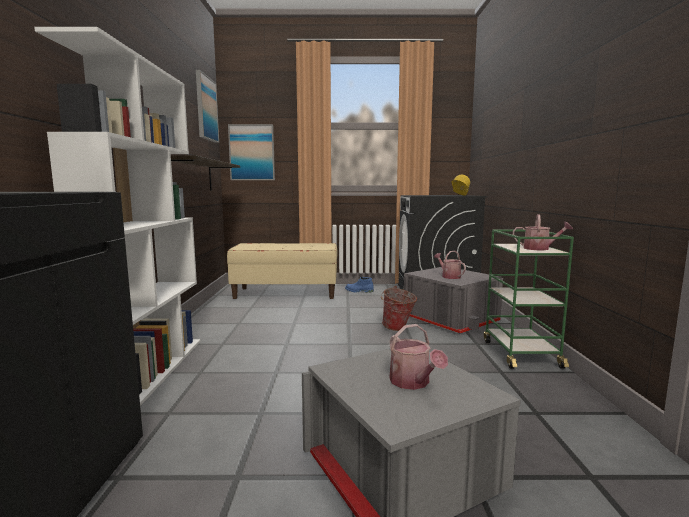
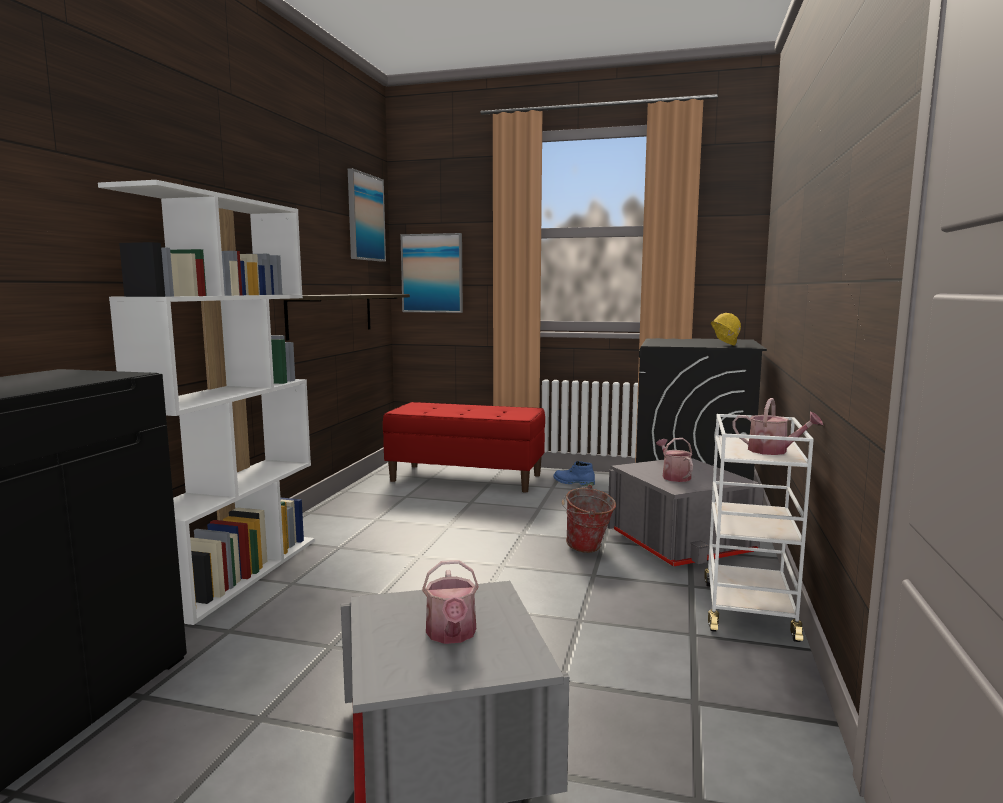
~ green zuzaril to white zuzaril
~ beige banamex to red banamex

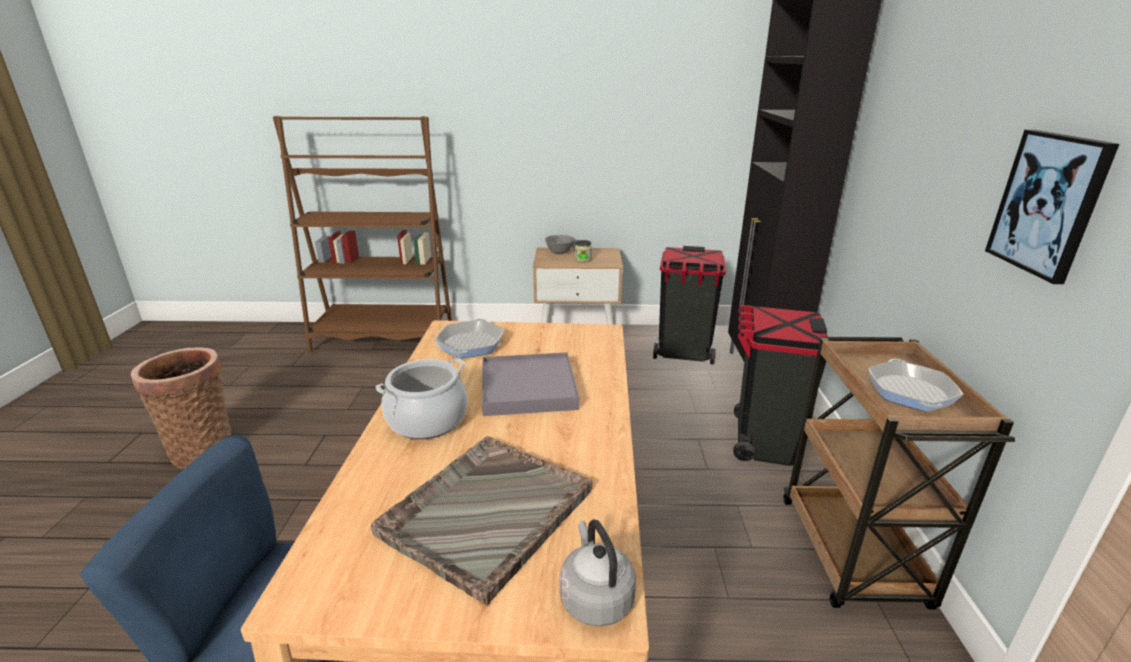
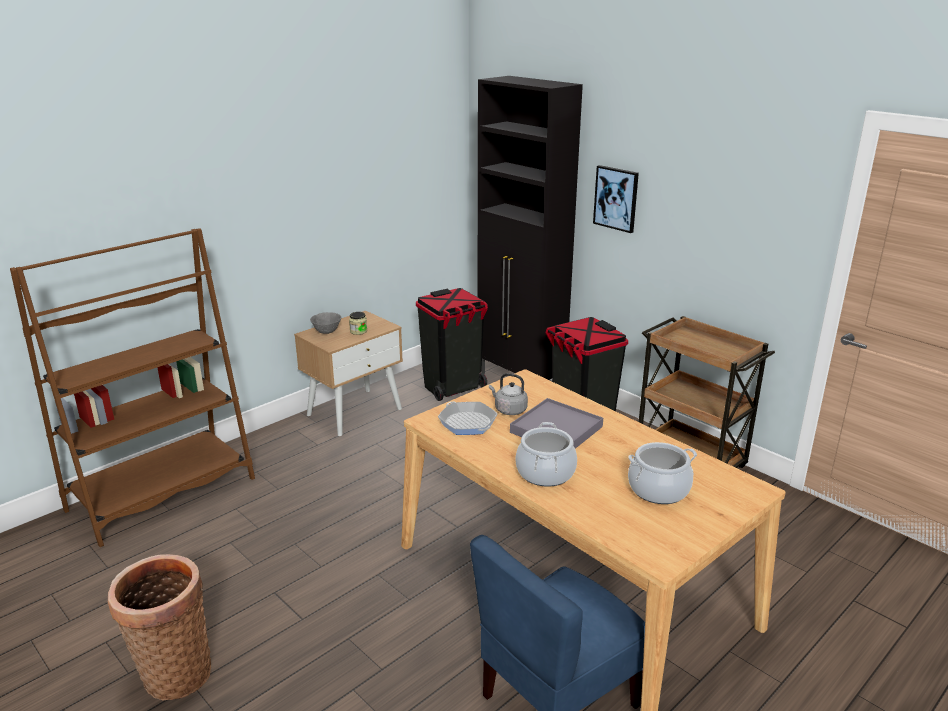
~ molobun
- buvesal (2nd from left)
~ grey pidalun (1st from left) to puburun (2nd from left)
~ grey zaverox

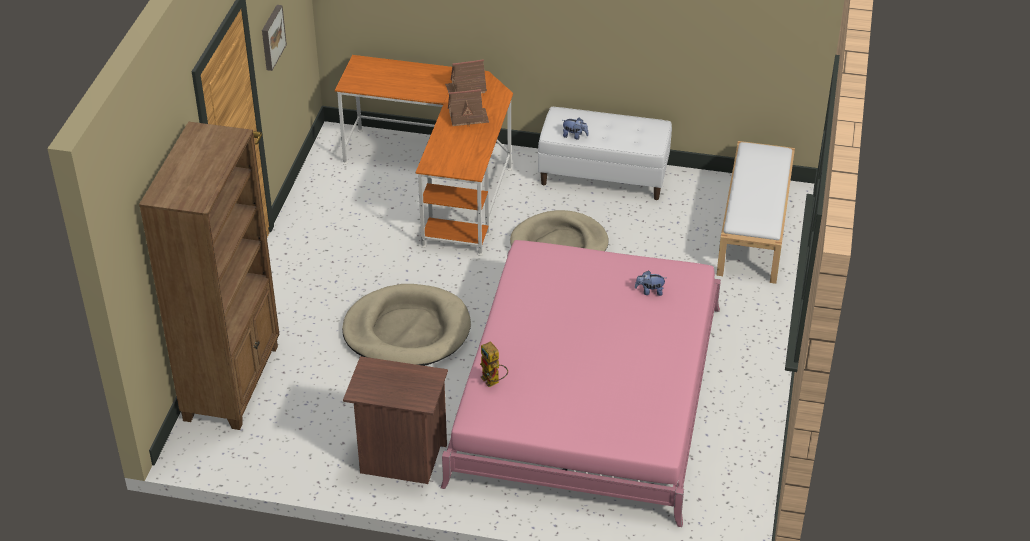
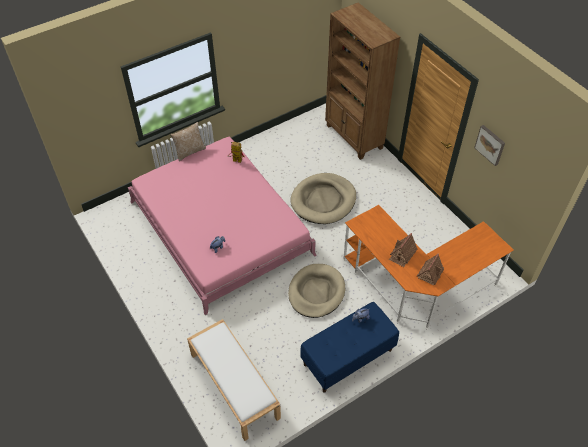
~ white banamex (1st from left) to blue banamex
- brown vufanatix
+ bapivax

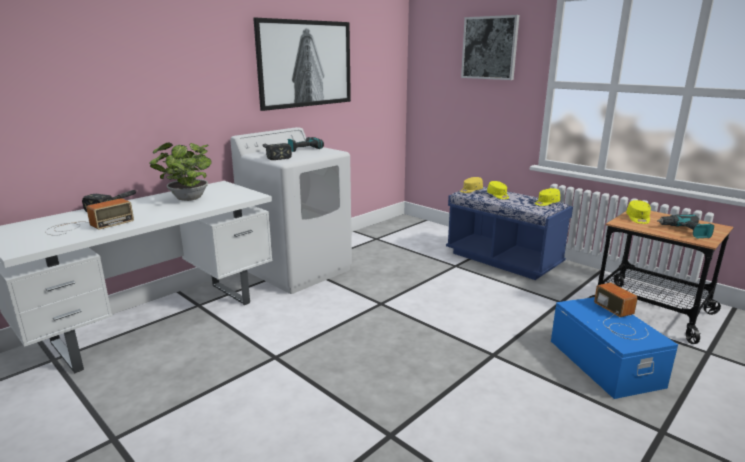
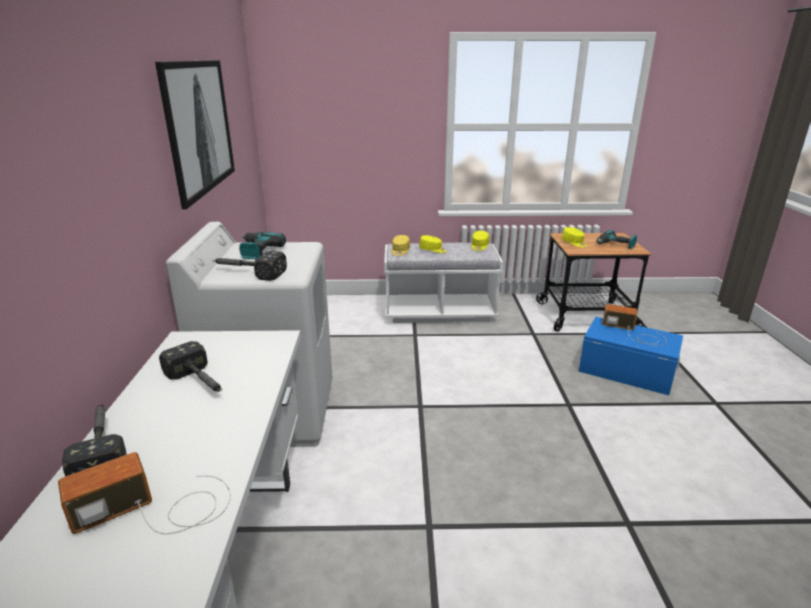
- molobun (2nd from left)
~ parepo to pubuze (2nd from left)
~ blue banamex to white banamex
~ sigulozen (1st from left) 120 degrees counterclockwise

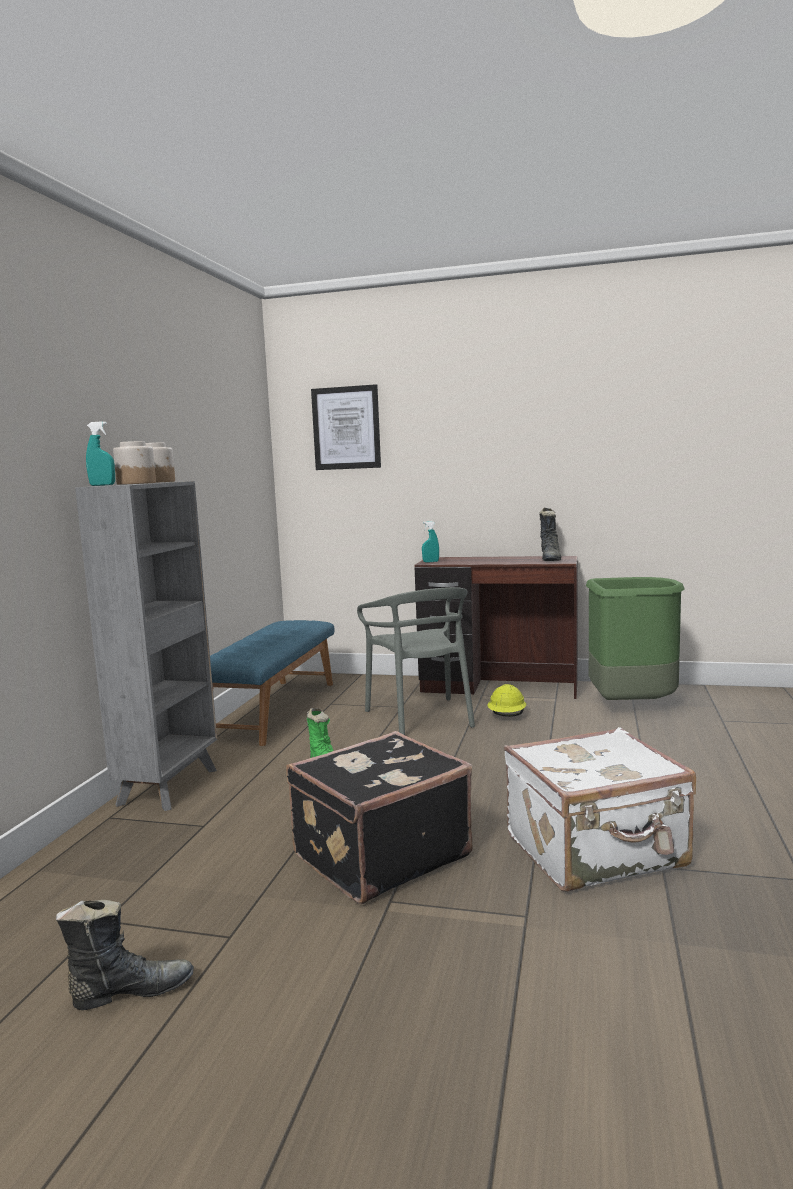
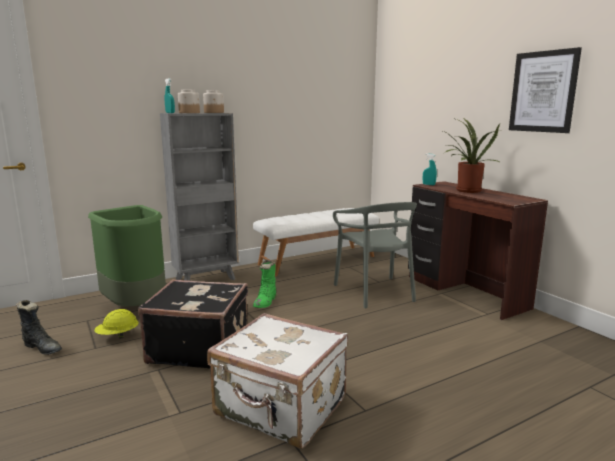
~ molobun
- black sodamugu (2nd from left)
~ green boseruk
~ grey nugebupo 45 degrees counterclockwise
~ blue banamex to white banamex
~ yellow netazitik
+ parepo

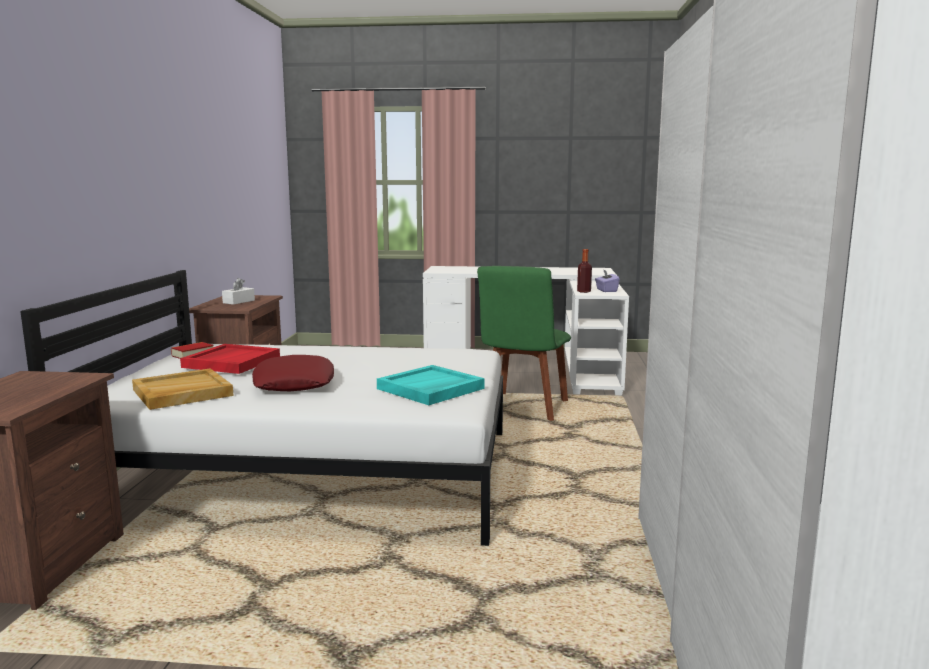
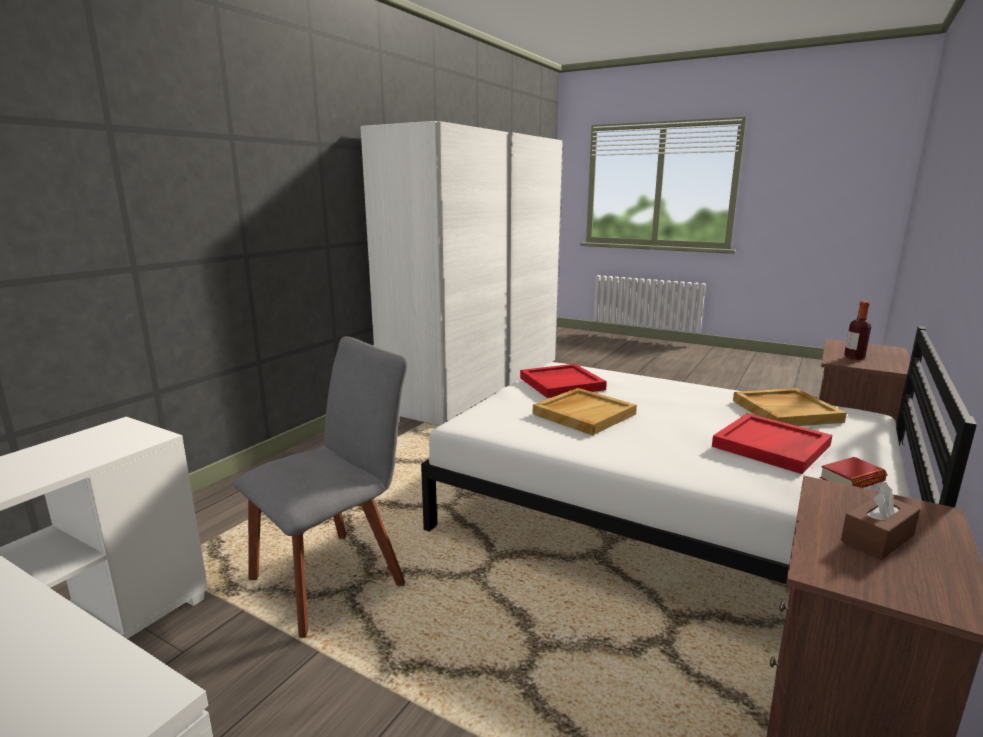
~ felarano
~ green nugebupo to grey nugebupo
- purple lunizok
~ white lunizok to brown lunizok
- red bapivax
~ turquoise pidalun to red pidalun (1st from left)
+ beige pidalun (1st from left)

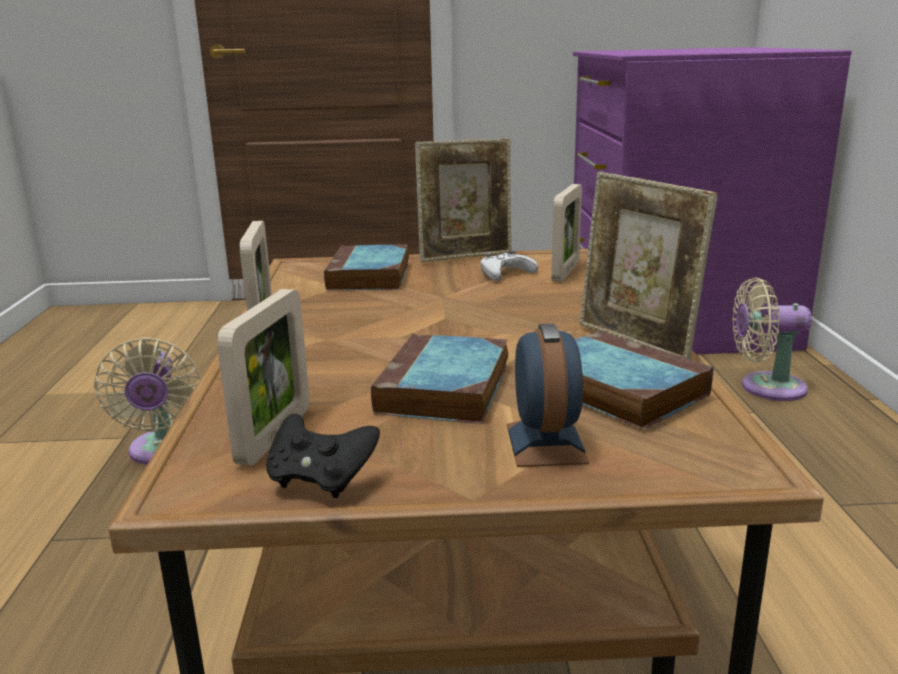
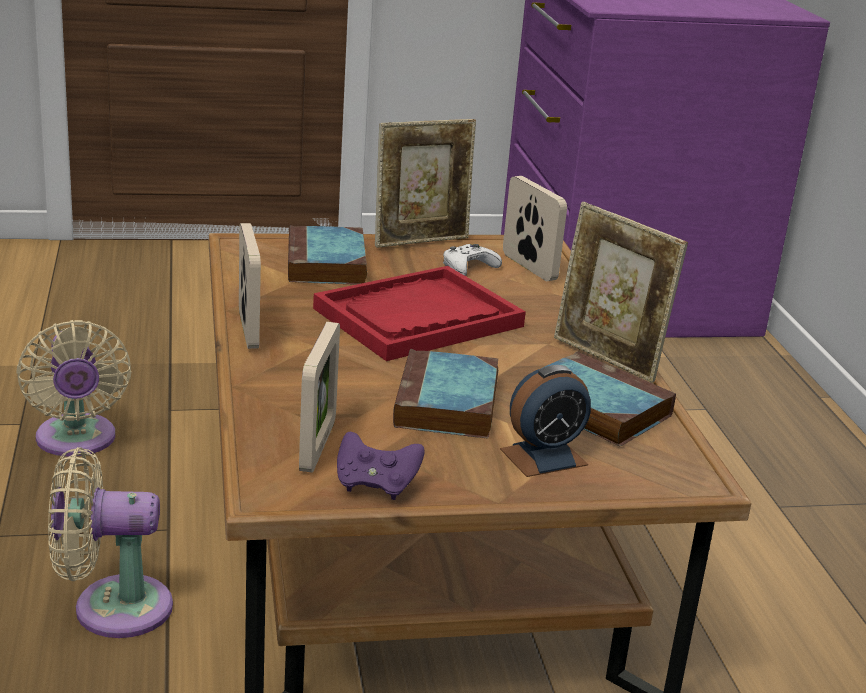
~ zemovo (4th from left) 45 degrees counterclockwise
~ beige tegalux (2nd from left)
~ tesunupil 75 degrees clockwise
~ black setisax to purple setisax
+ red pidalun

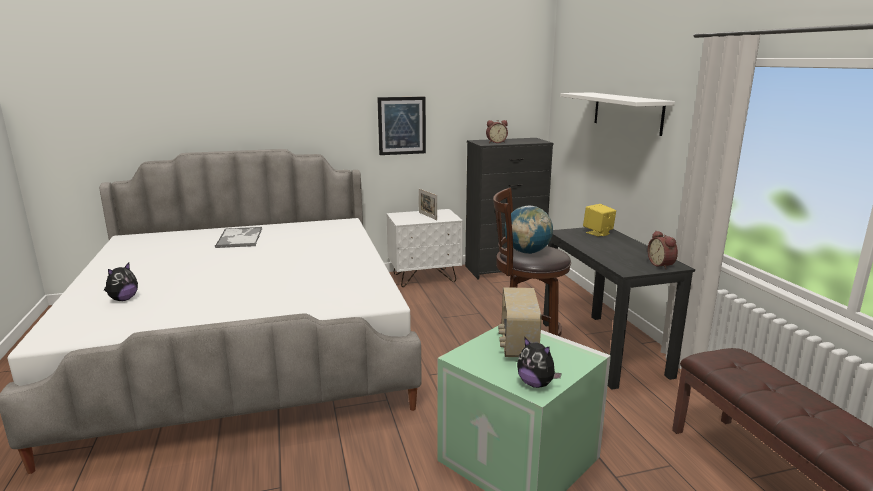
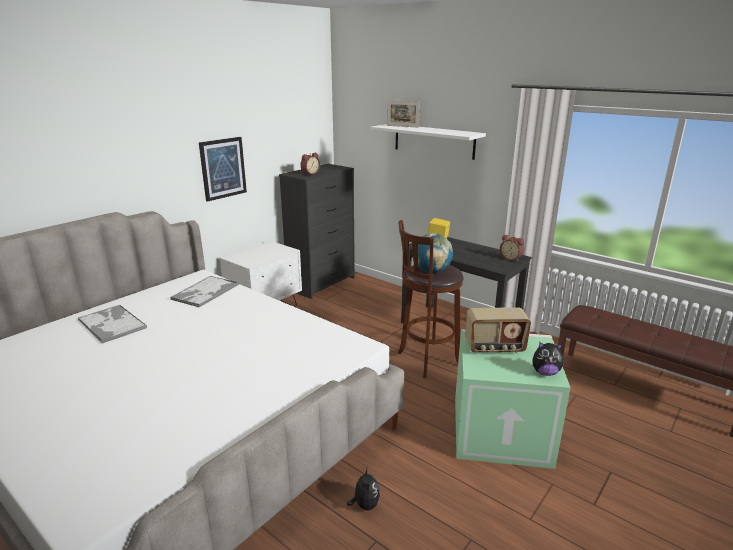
~ zemovo
~ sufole (1st from left)
~ sigulozen 60 degrees counterclockwise
+ pidalun (2nd from left)

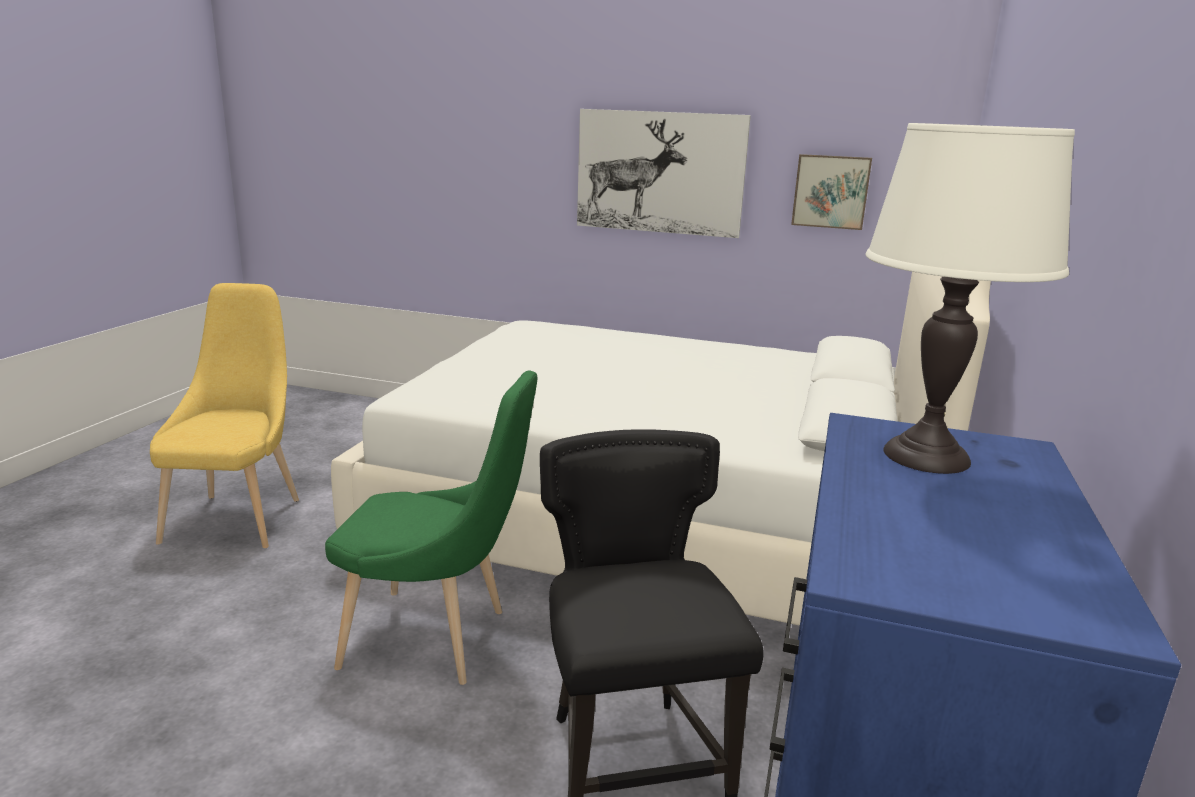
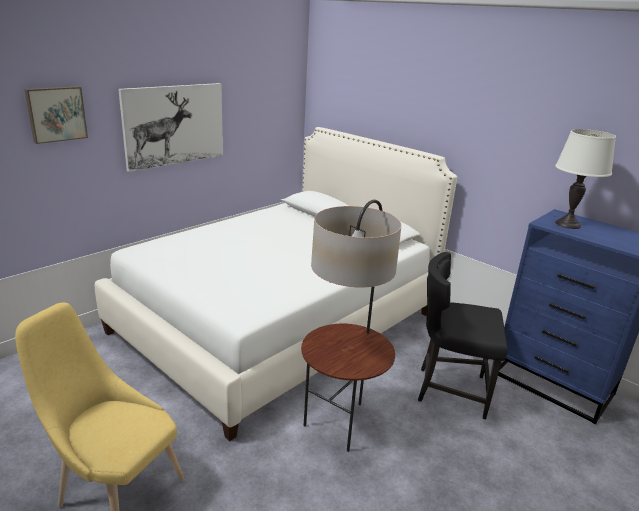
~ molobun (2nd from left in the first image) to molobun (1st from left)
~ green nugebupo to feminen

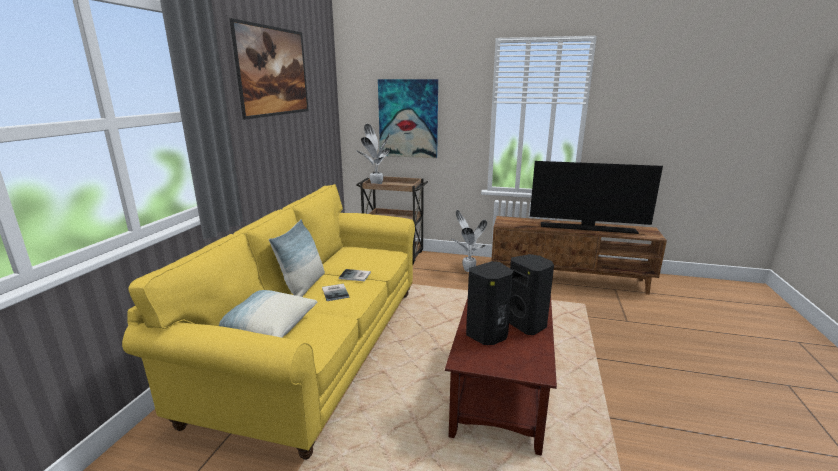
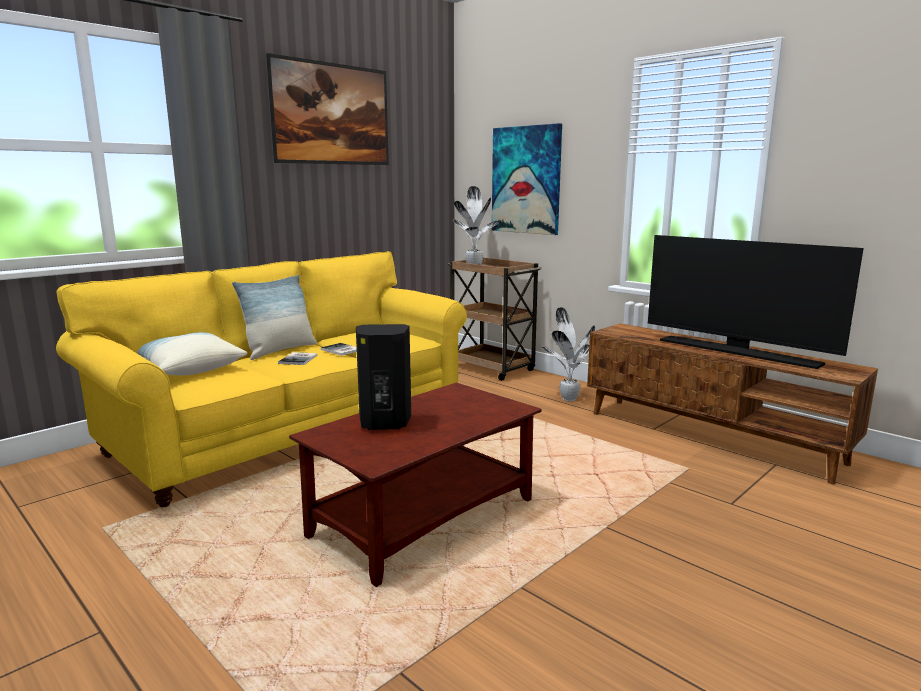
- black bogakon (2nd from left)

